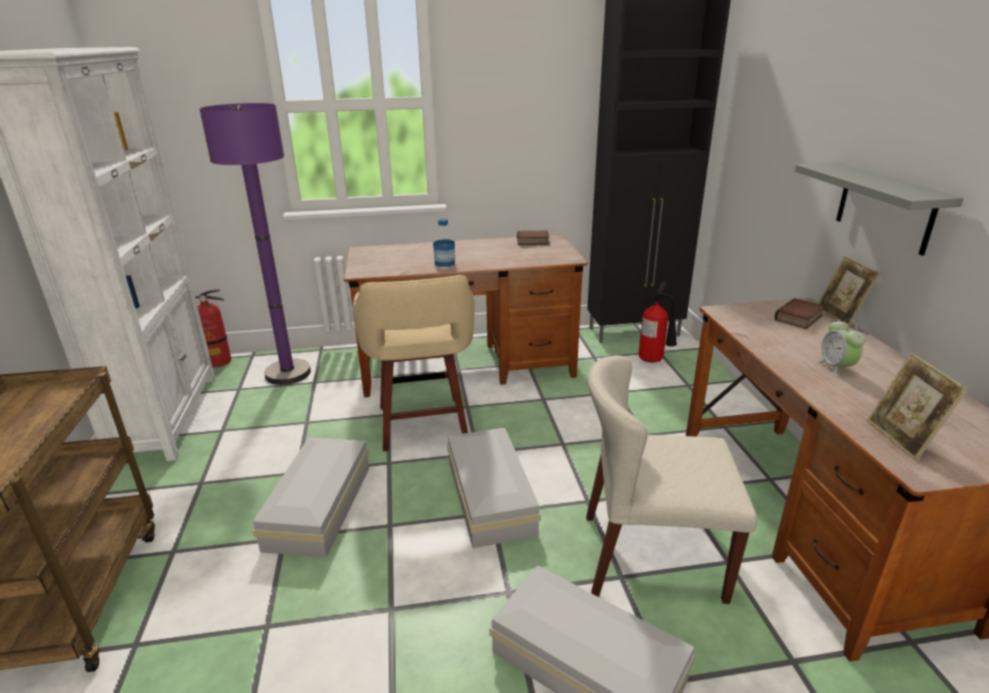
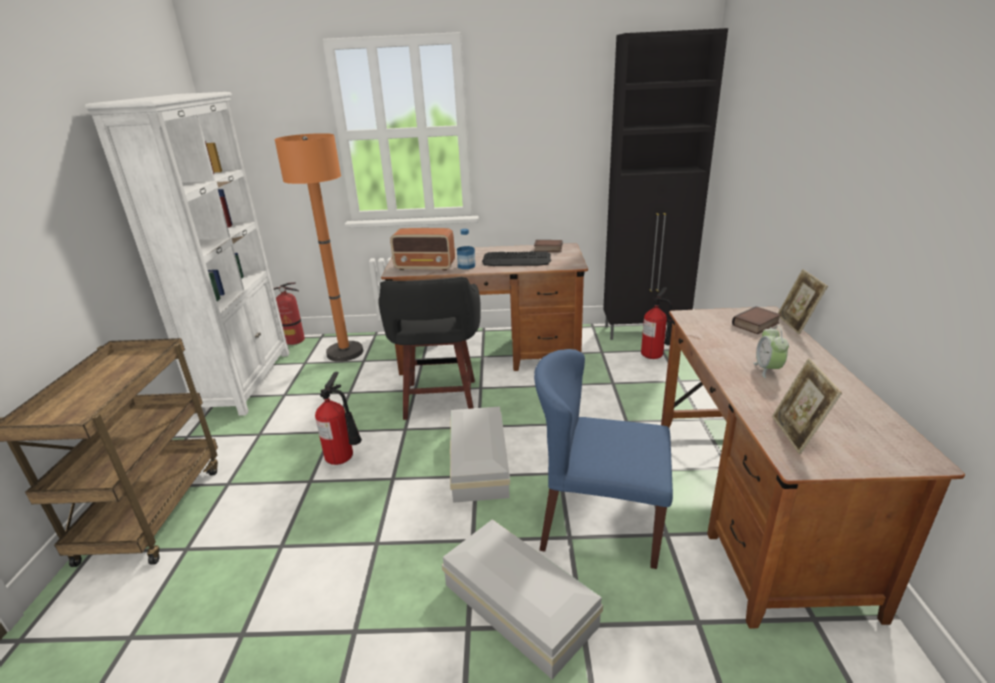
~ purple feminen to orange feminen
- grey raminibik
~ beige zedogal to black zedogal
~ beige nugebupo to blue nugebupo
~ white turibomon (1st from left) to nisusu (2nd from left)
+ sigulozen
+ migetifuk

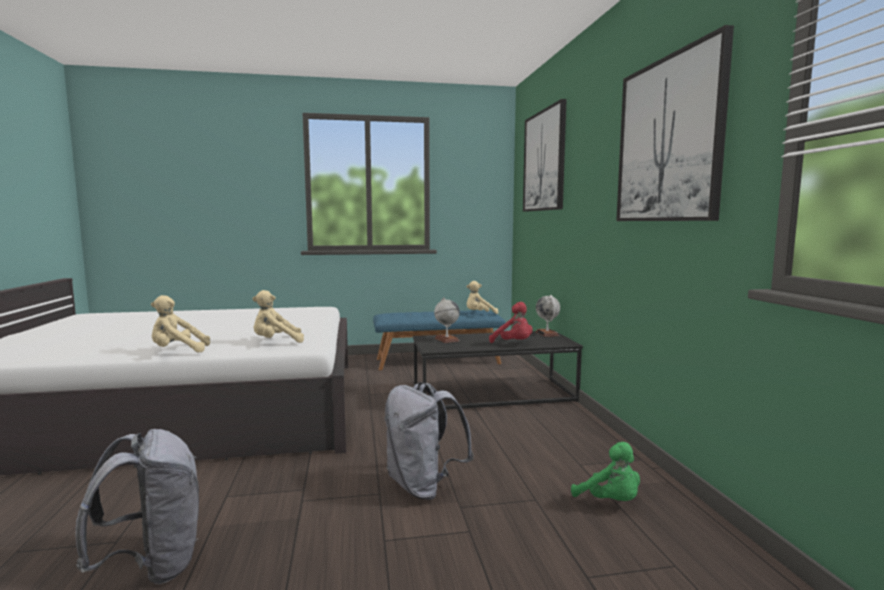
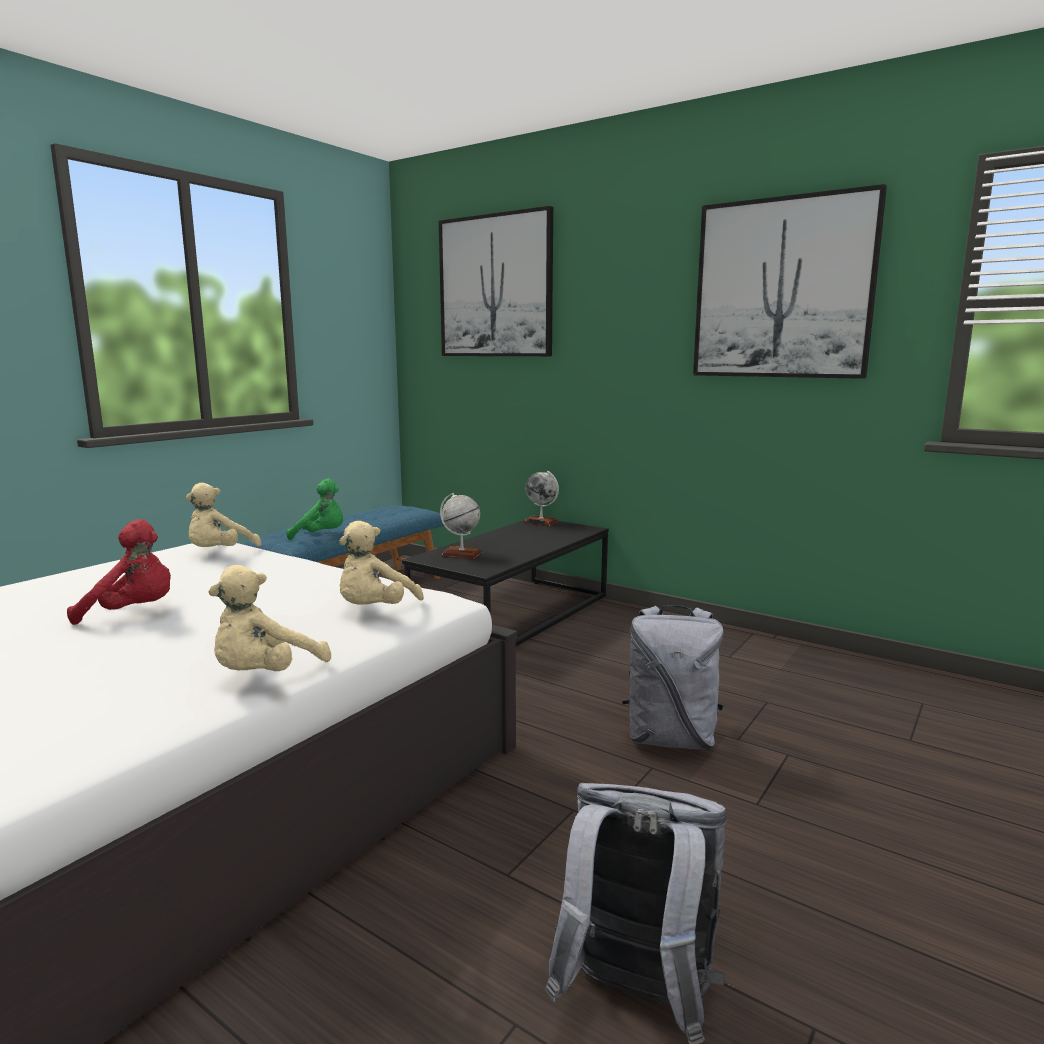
~ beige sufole (3rd from left in the first image) to beige sufole (1st from left)
~ red sufole
~ green sufole

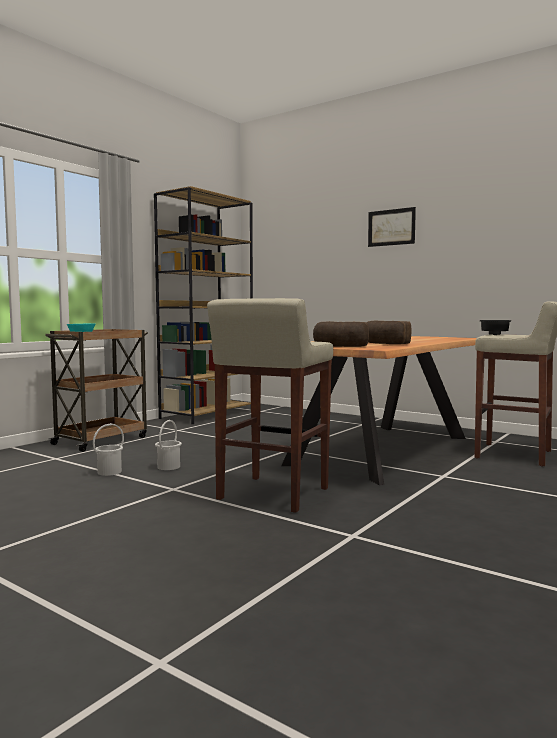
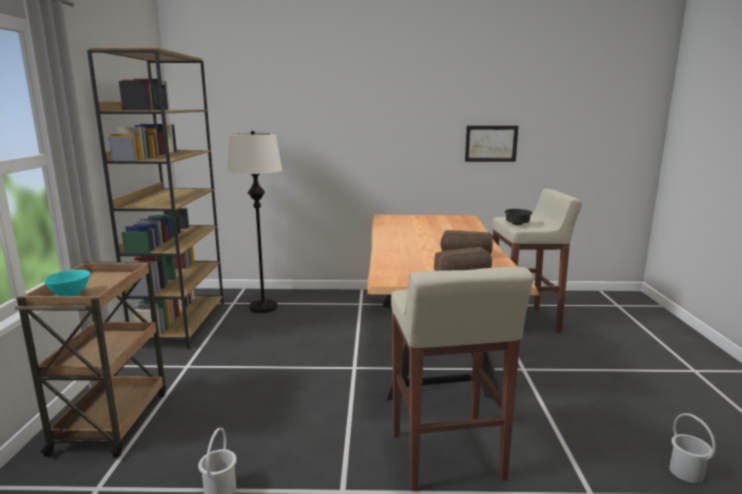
~ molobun
~ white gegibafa (2nd from left)
+ white feminen

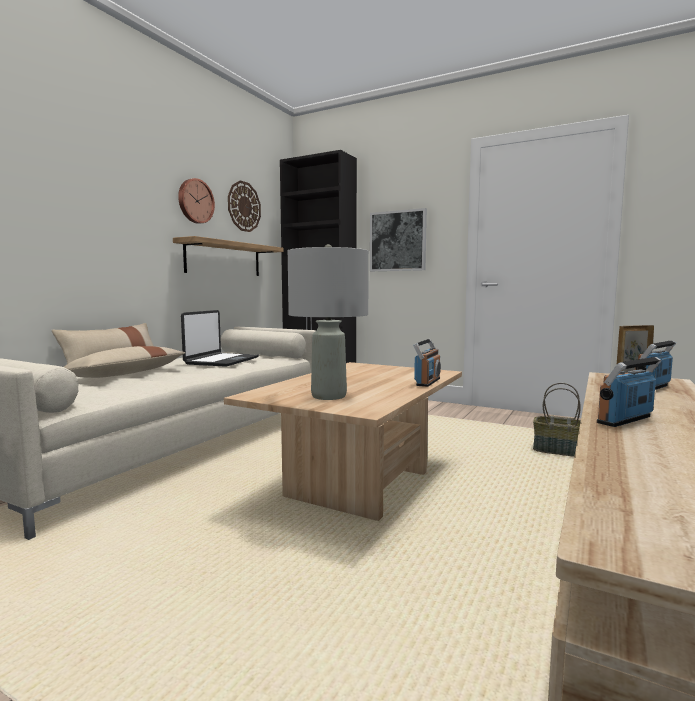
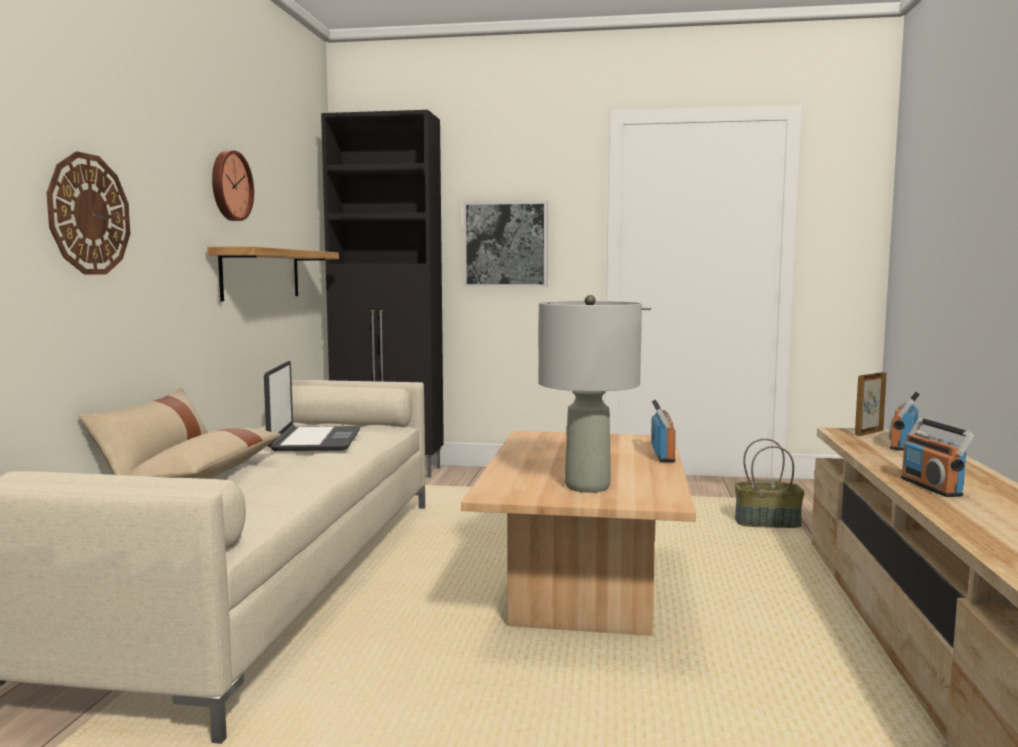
~ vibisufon (2nd from left in the first image) to vibisufon (1st from left)
~ sigulozen (2nd from left in the first image) 45 degrees counterclockwise

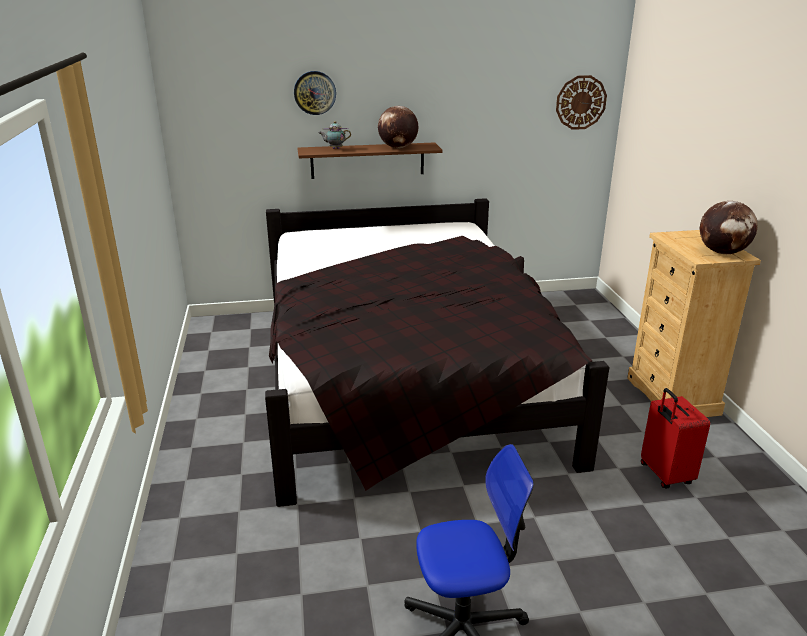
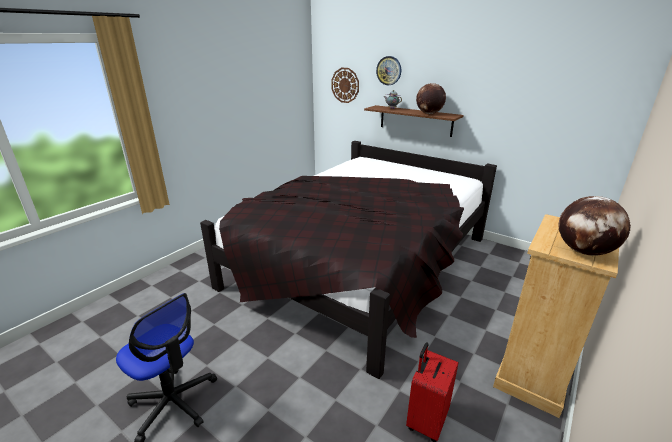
~ vibisufon (2nd from left in the first image) to vibisufon (1st from left)

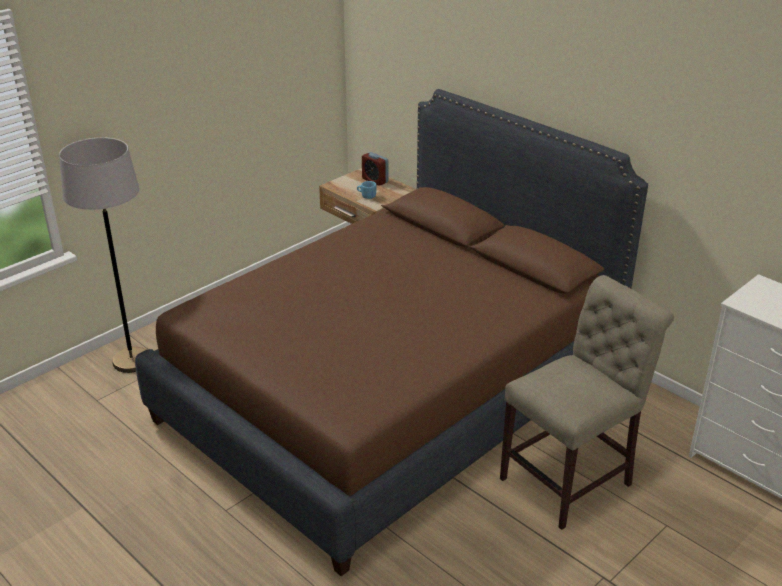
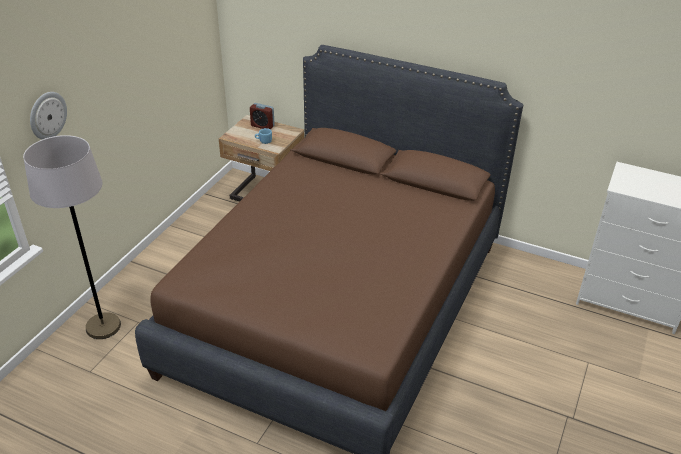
- beige nugebupo
+ vibisufon

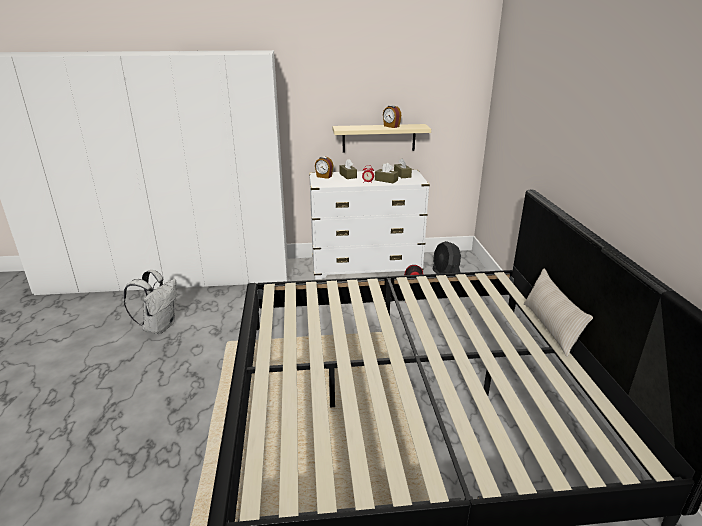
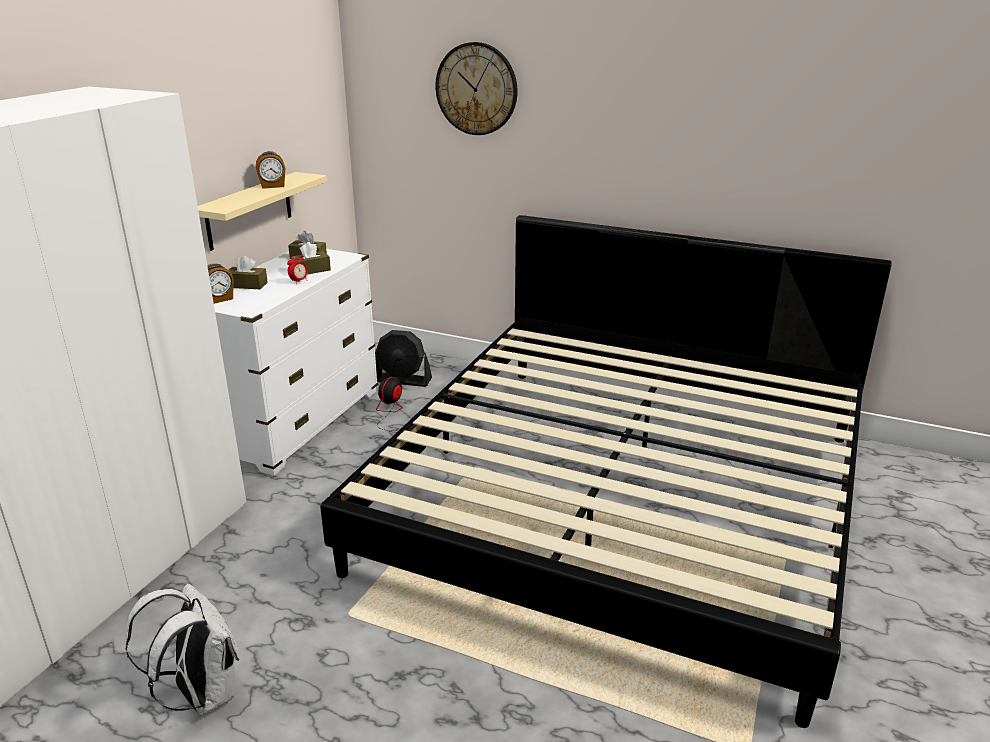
- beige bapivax
+ vibisufon

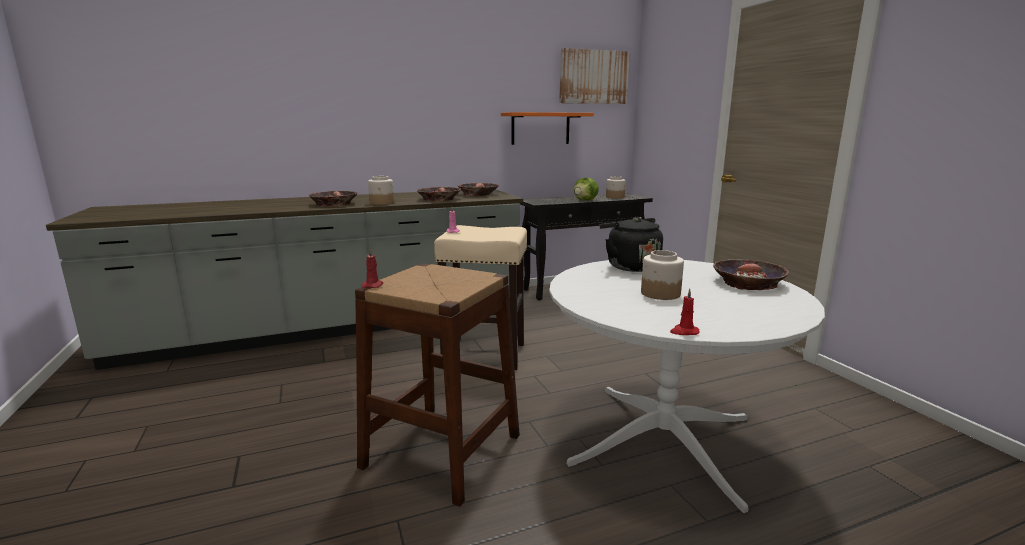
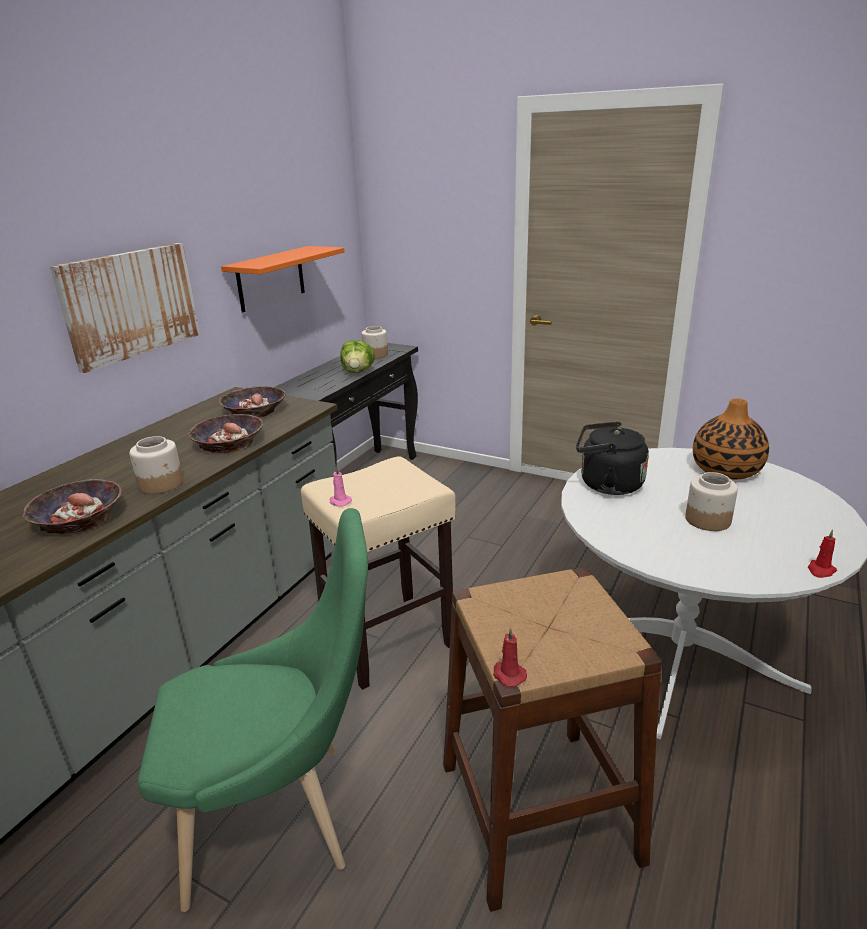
~ molobun
~ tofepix (4th from left) to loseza
+ green nugebupo

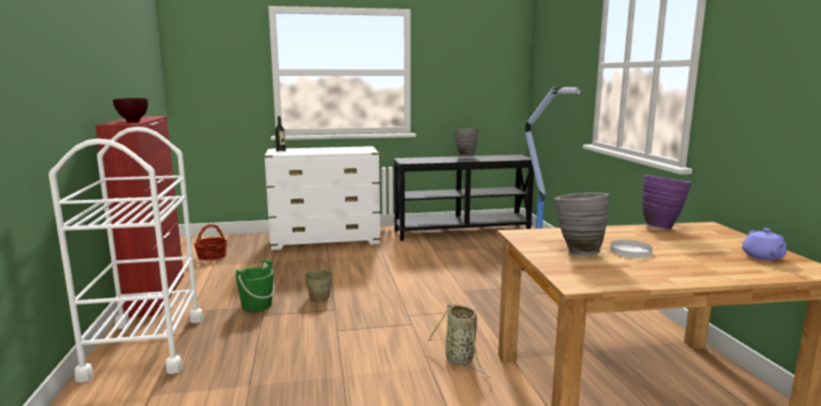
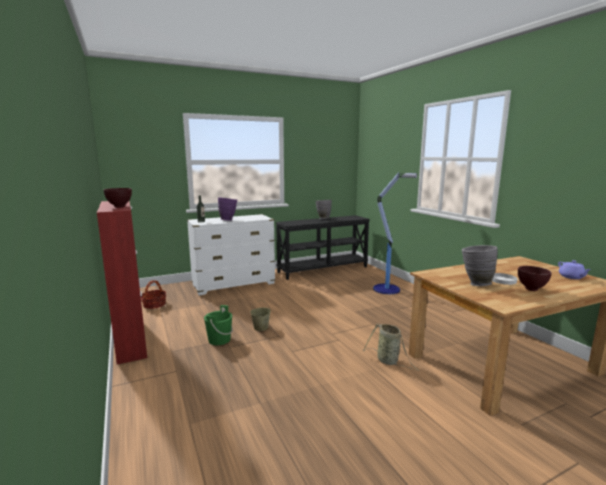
- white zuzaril
~ purple loseza
+ brown tofepix (2nd from left)

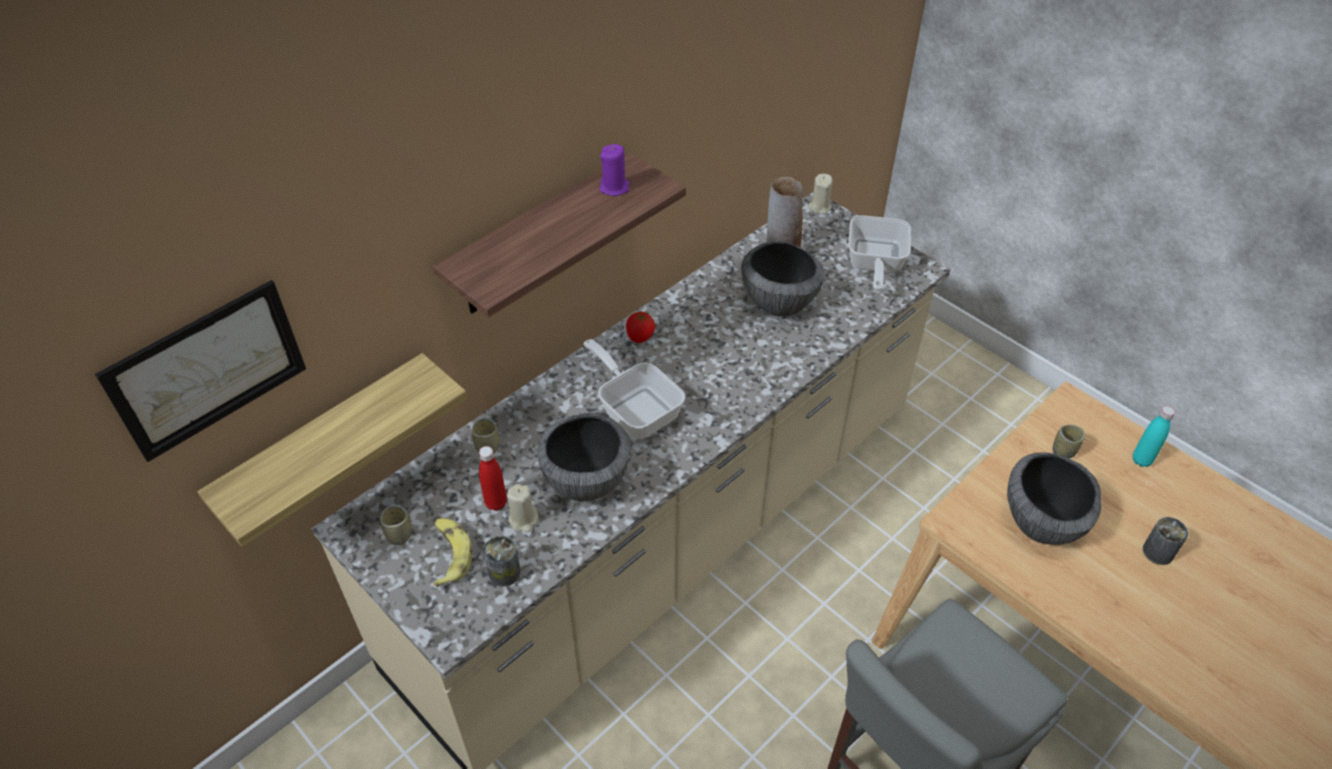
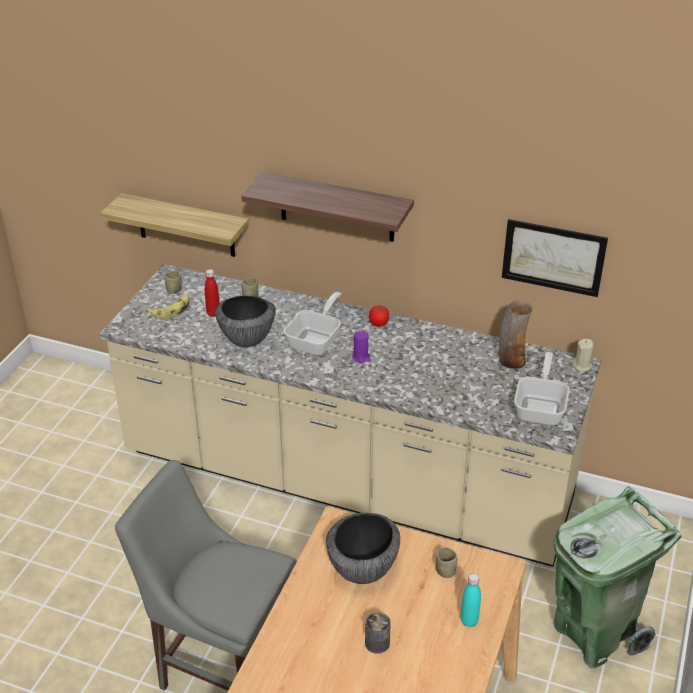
~ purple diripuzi
~ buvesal (2nd from left) 120 degrees clockwise
- tofepix (2nd from left)
~ molobun
- beige diripuzi (1st from left)
- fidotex (1st from left)
+ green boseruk

